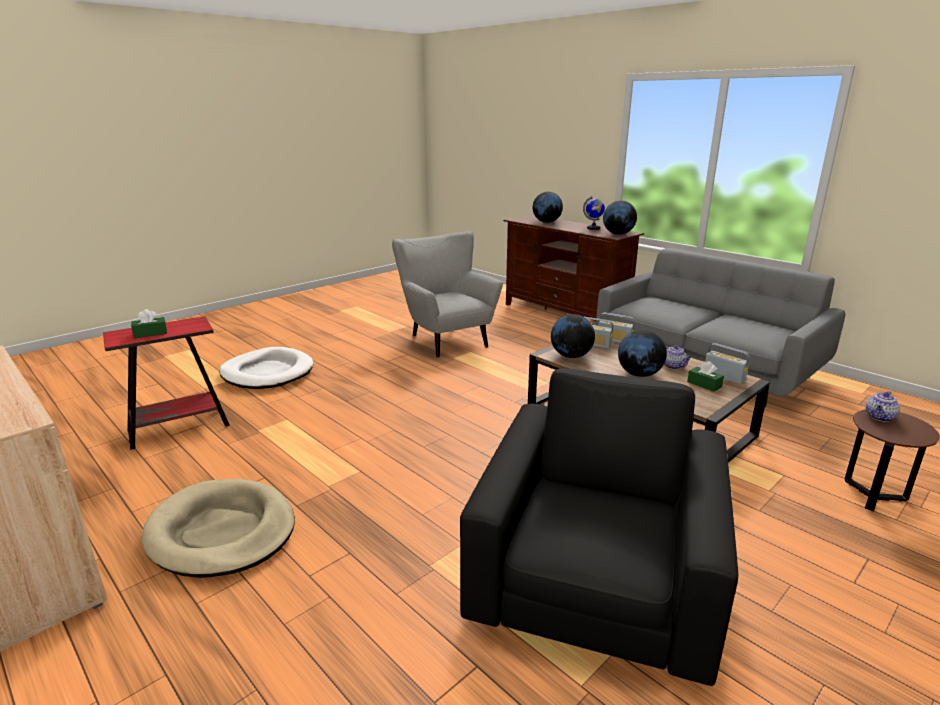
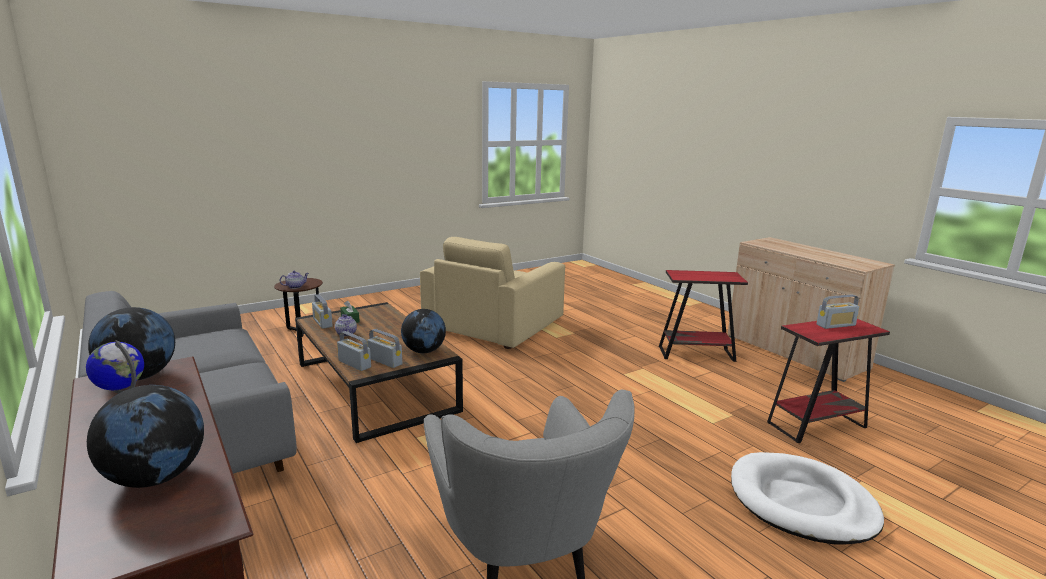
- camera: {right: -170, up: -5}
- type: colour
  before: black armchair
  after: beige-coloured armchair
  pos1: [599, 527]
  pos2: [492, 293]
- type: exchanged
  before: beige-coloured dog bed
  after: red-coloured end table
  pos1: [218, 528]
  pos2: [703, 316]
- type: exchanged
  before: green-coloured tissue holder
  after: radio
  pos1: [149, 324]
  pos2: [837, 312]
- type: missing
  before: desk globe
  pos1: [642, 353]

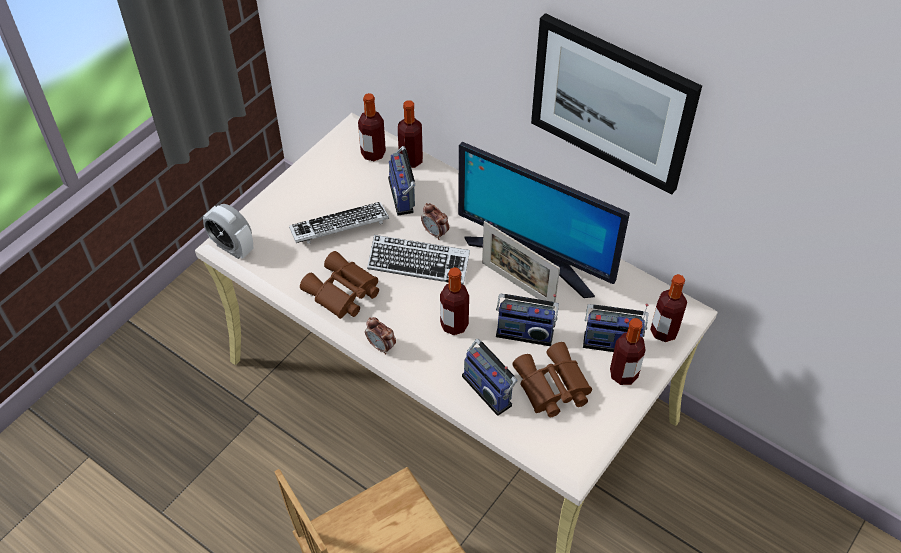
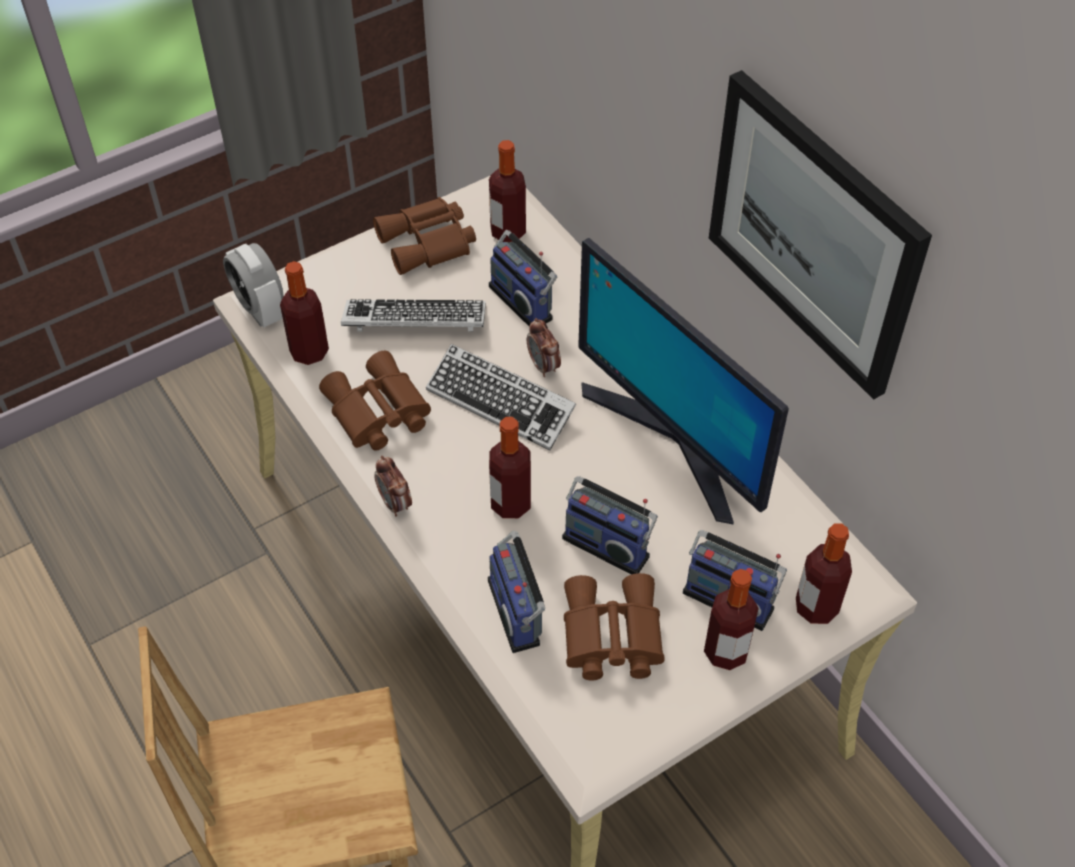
- camera: {right: 20, up: 0}
- type: relocated
  before: bottle
  pos1: [410, 134]
  pos2: [304, 313]
- type: appeared
  after: brown-coloured pair of binoculars
  pos2: [424, 236]
- type: spun
  before: radio
  pos1: [401, 181]
  pos2: [523, 278]
  turn: -45
- type: missing
  before: photo frame
  pos1: [521, 265]

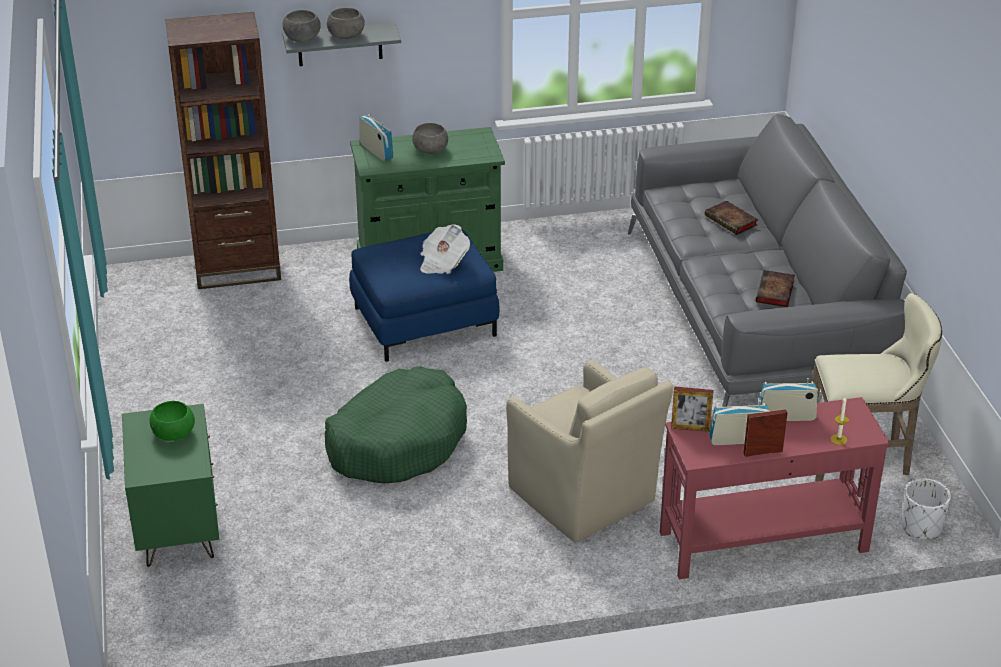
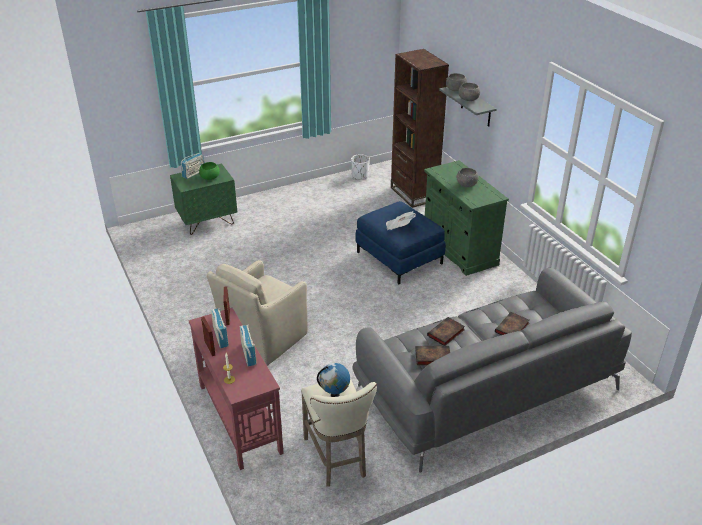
- camera: {right: 75, up: 0}
- type: relocated
  before: radio
  pos1: [376, 137]
  pos2: [192, 166]
- type: appeared
  after: desk globe
  pos2: [333, 380]
- type: relocated
  before: white plant pot
  pos1: [926, 508]
  pos2: [360, 166]
- type: appeared
  after: volume
  pos2: [446, 331]
- type: missing
  before: green-coloured dog bed
  pos1: [396, 424]

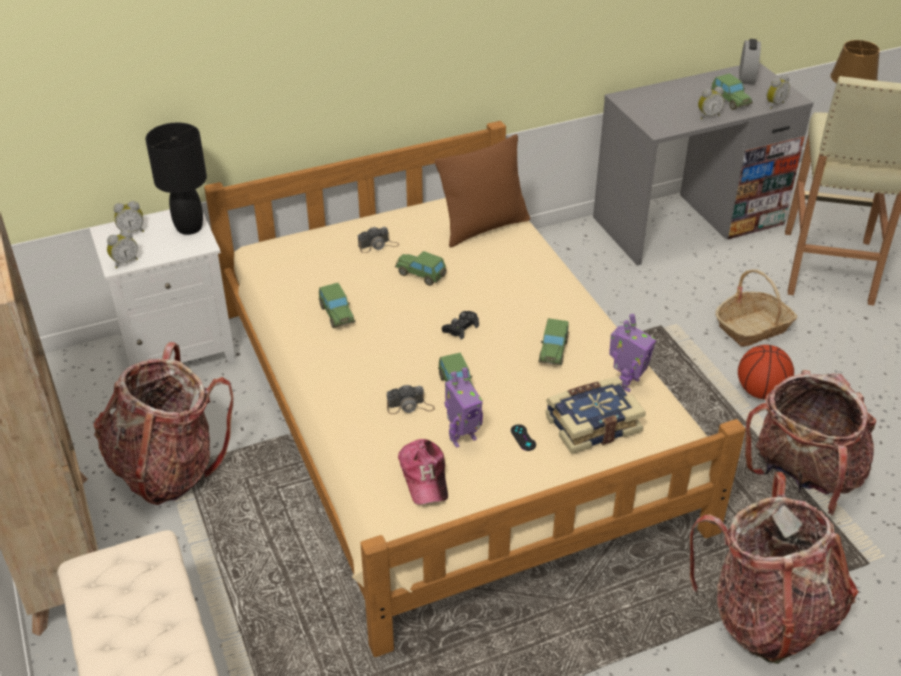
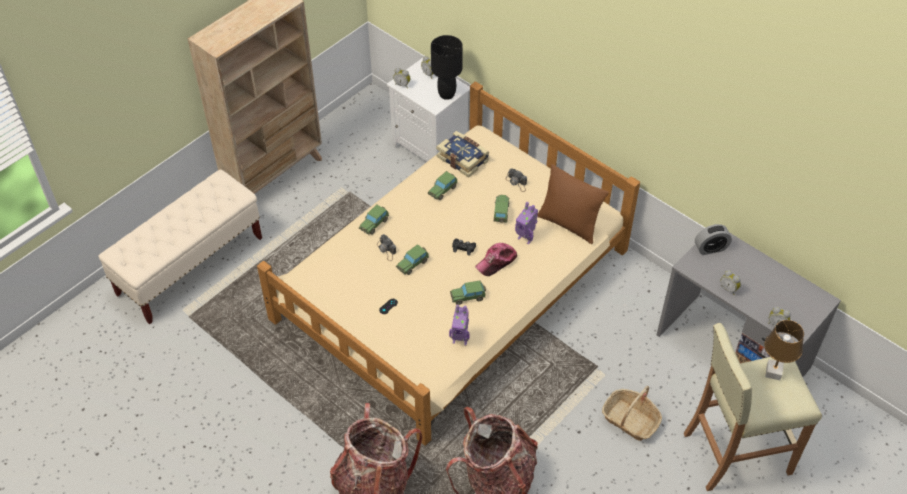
- camera: {right: 65, up: 10}
- type: relocated
  before: miniature car
  pos1: [732, 91]
  pos2: [374, 219]
- type: relocated
  before: volume
  pos1: [595, 415]
  pos2: [462, 154]
- type: relocated
  before: baseball cap
  pos1: [423, 472]
  pos2: [496, 259]
- type: relocated
  before: robot figure
  pos1: [463, 407]
  pos2: [526, 223]
- type: relocated
  before: alarm clock
  pos1: [750, 62]
  pos2: [713, 239]
- type: missing
  before: rucksack
  pos1: [163, 423]
- type: missing
  before: basketball
  pos1: [766, 372]

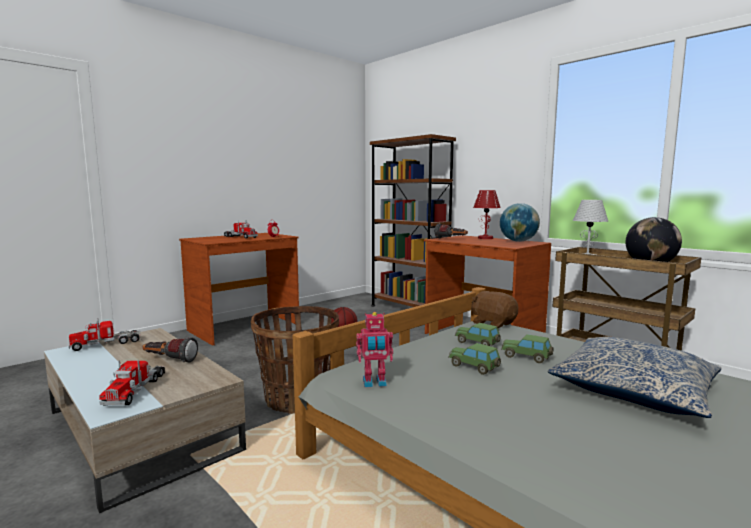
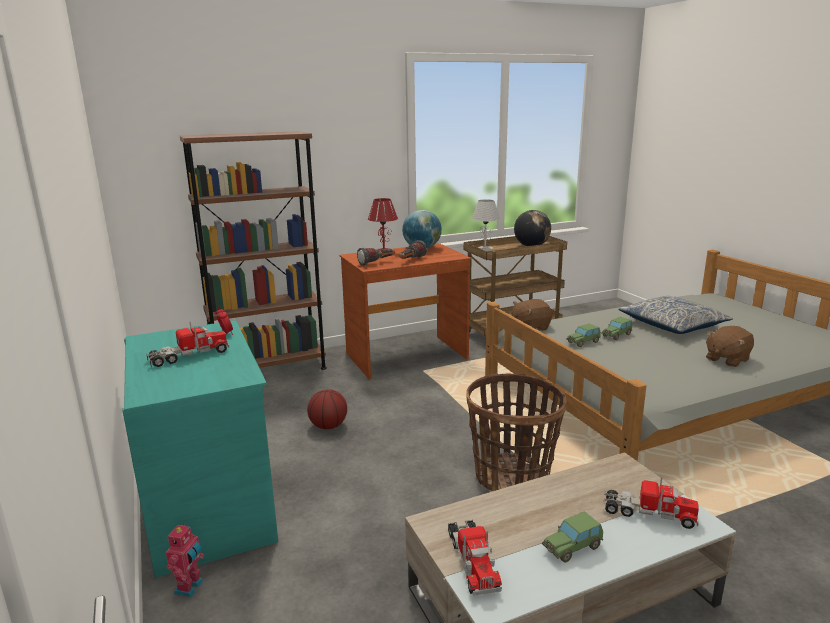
- camera: {right: -70, up: 10}
- type: colour
  before: brown-coloured desk
  after: turquoise desk
  pos1: [239, 289]
  pos2: [200, 449]
- type: relocated
  before: robot figure
  pos1: [374, 349]
  pos2: [185, 560]
- type: relocated
  before: torch
  pos1: [170, 350]
  pos2: [413, 249]
- type: relocated
  before: miniature car
  pos1: [474, 359]
  pos2: [572, 537]
- type: appeared
  after: brown-coloured cuddly toy
  pos2: [730, 346]

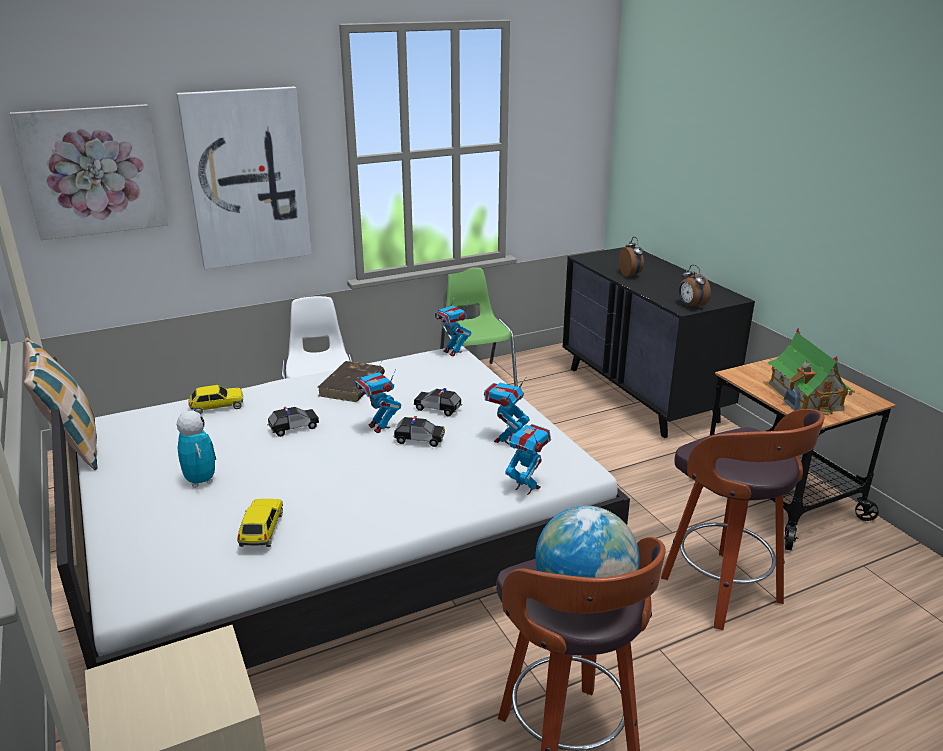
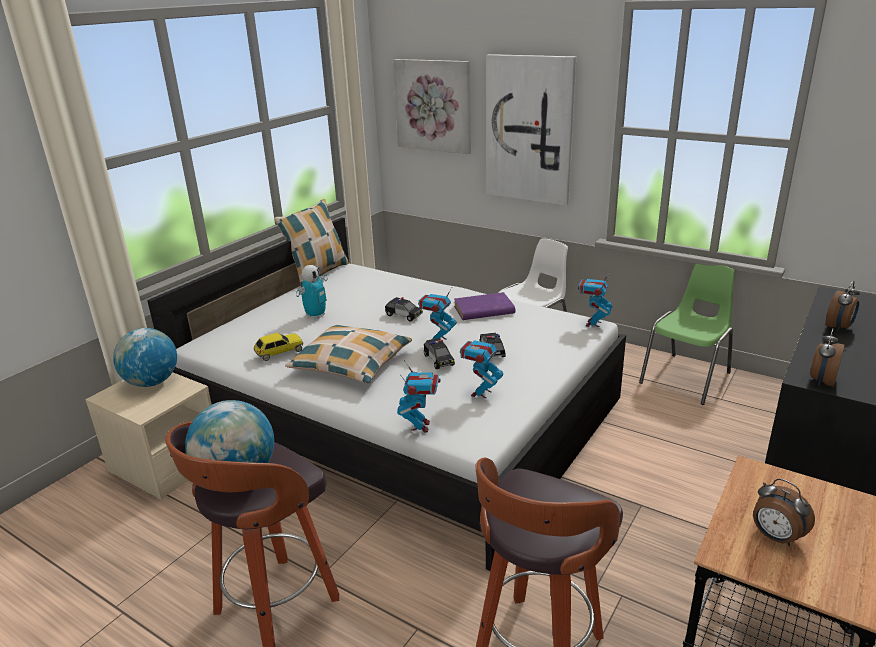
- camera: {right: 60, up: 0}
- type: appeared
  after: desk globe
  pos2: [145, 357]
- type: appeared
  after: pillow
  pos2: [348, 354]
- type: colour
  before: brown-coloured volume
  after: purple volume
  pos1: [351, 381]
  pos2: [484, 306]
- type: spun
  before: robot figure
  pos1: [506, 411]
  pos2: [481, 366]
  turn: -60
- type: exchanged
  before: toy house
  after: alarm clock
  pos1: [811, 371]
  pos2: [784, 512]
- type: missing
  before: miniature car
  pos1: [216, 399]

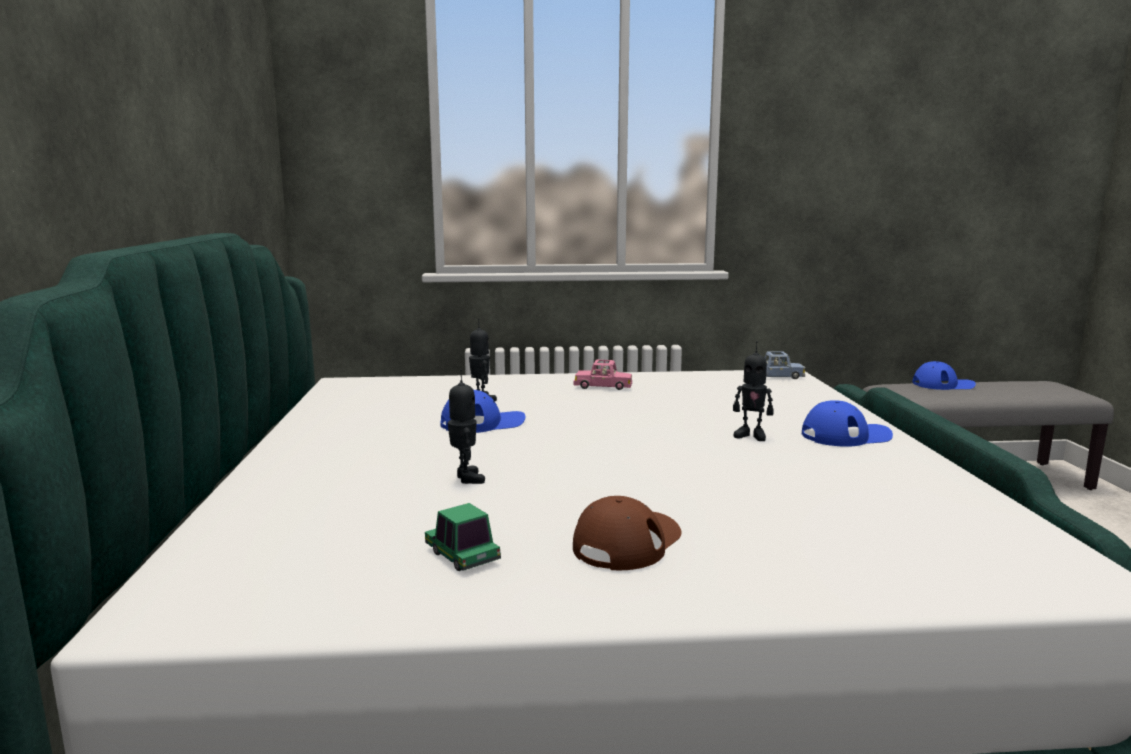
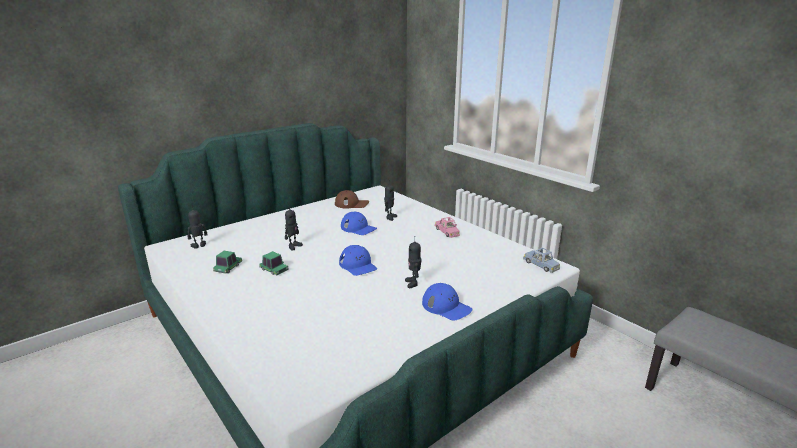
- camera: {right: 55, up: 10}
- type: appeared
  after: robot figure
  pos2: [198, 227]
- type: appeared
  after: miniature car
  pos2: [274, 263]
- type: relocated
  before: brown-coloured baseball cap
  pos1: [627, 533]
  pos2: [352, 199]
- type: relocated
  before: bluish baseball cap
  pos1: [944, 375]
  pos2: [358, 260]

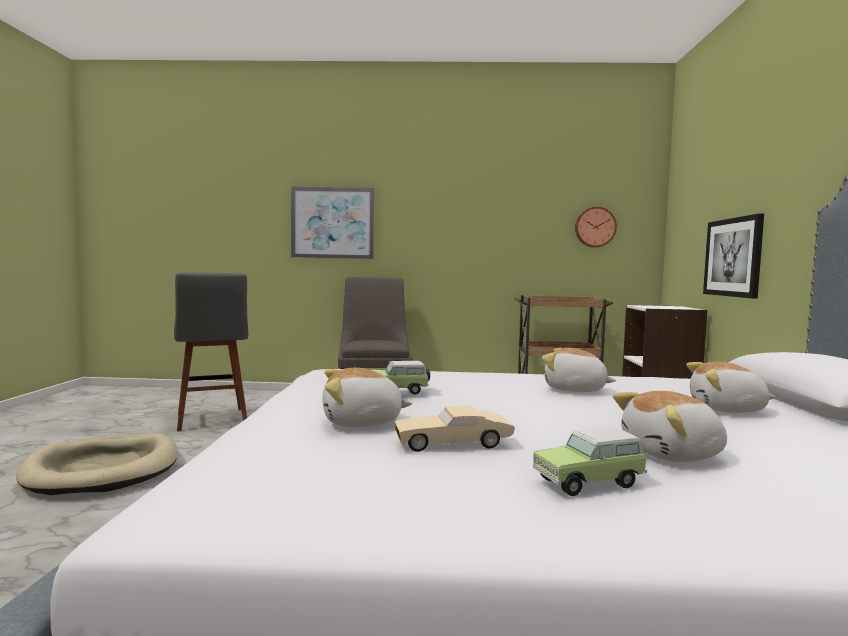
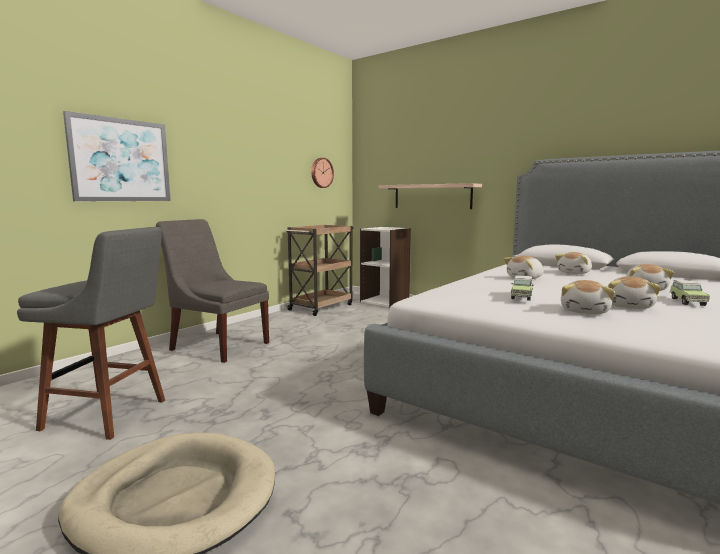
- camera: {right: -55, up: 5}
- type: exchanged
  before: picture
  after: bracket shelf
  pos1: [733, 256]
  pos2: [430, 196]
- type: exchanged
  before: beige-coloured miniature car
  after: cuddly toy
  pos1: [454, 429]
  pos2: [634, 293]

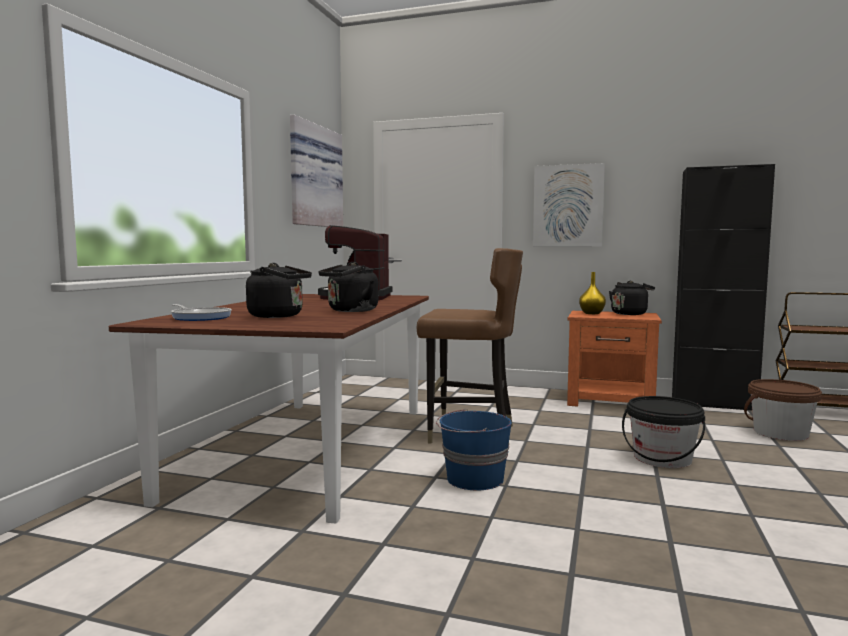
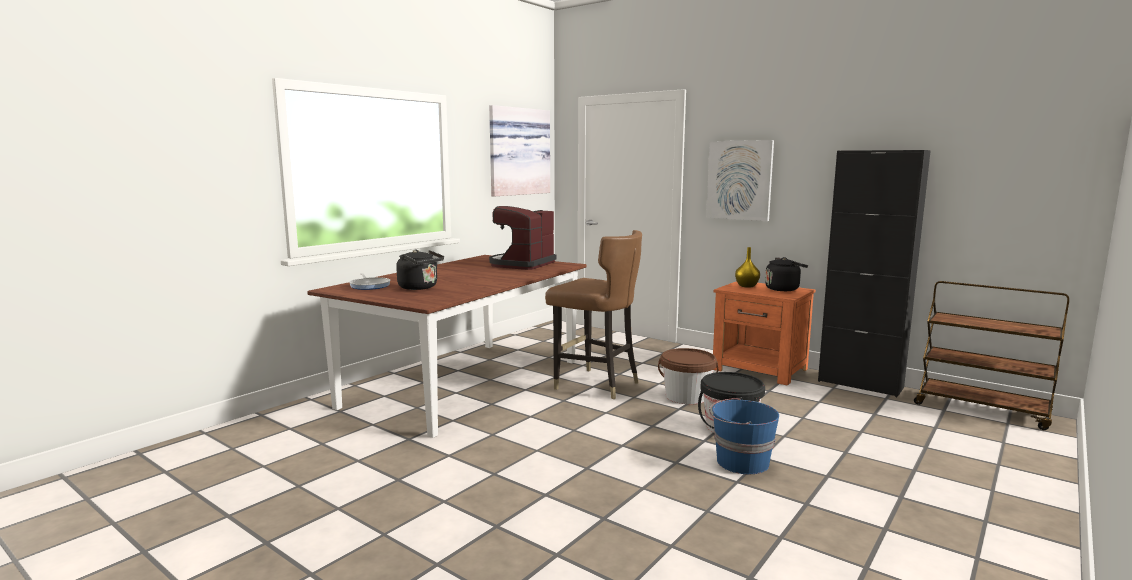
- camera: {right: 20, up: 5}
- type: relocated
  before: brown-coloured pail
  pos1: [783, 410]
  pos2: [688, 376]
- type: relocated
  before: bluish pail
  pos1: [474, 450]
  pos2: [744, 436]
- type: missing
  before: black water kettle
  pos1: [348, 287]

